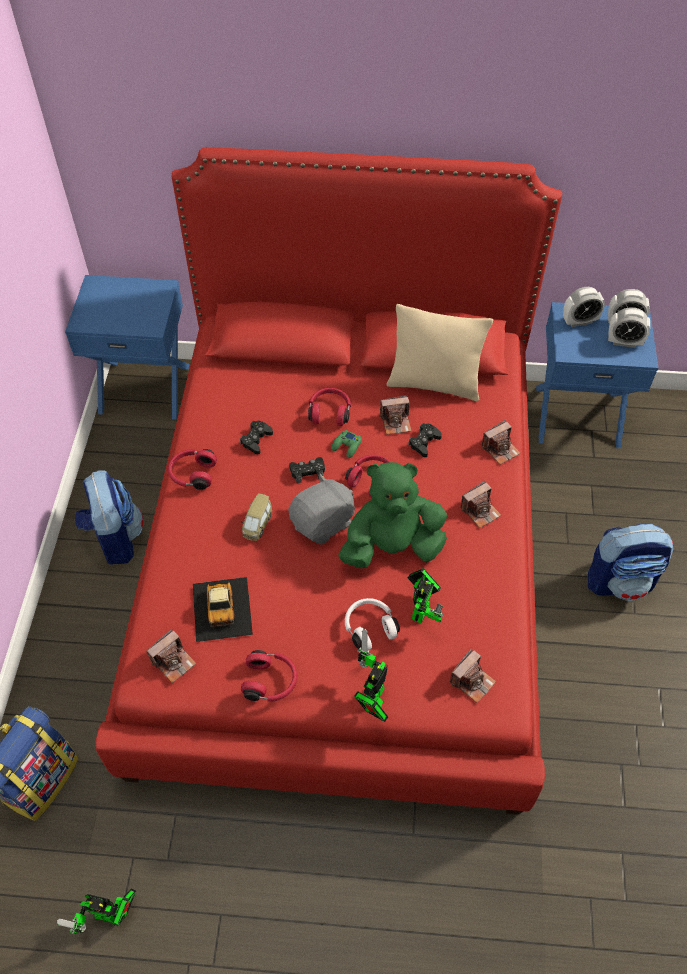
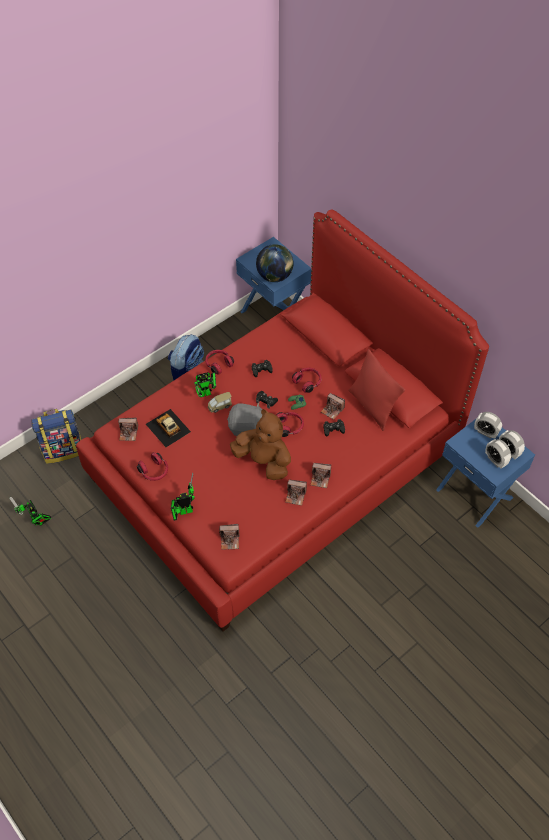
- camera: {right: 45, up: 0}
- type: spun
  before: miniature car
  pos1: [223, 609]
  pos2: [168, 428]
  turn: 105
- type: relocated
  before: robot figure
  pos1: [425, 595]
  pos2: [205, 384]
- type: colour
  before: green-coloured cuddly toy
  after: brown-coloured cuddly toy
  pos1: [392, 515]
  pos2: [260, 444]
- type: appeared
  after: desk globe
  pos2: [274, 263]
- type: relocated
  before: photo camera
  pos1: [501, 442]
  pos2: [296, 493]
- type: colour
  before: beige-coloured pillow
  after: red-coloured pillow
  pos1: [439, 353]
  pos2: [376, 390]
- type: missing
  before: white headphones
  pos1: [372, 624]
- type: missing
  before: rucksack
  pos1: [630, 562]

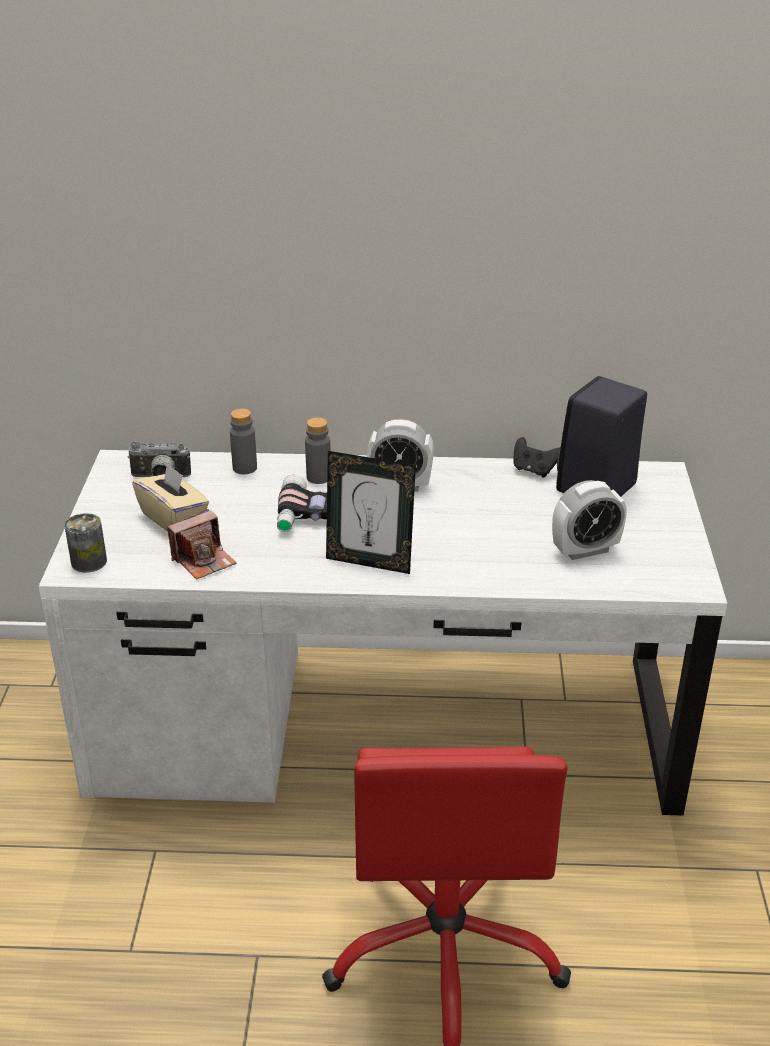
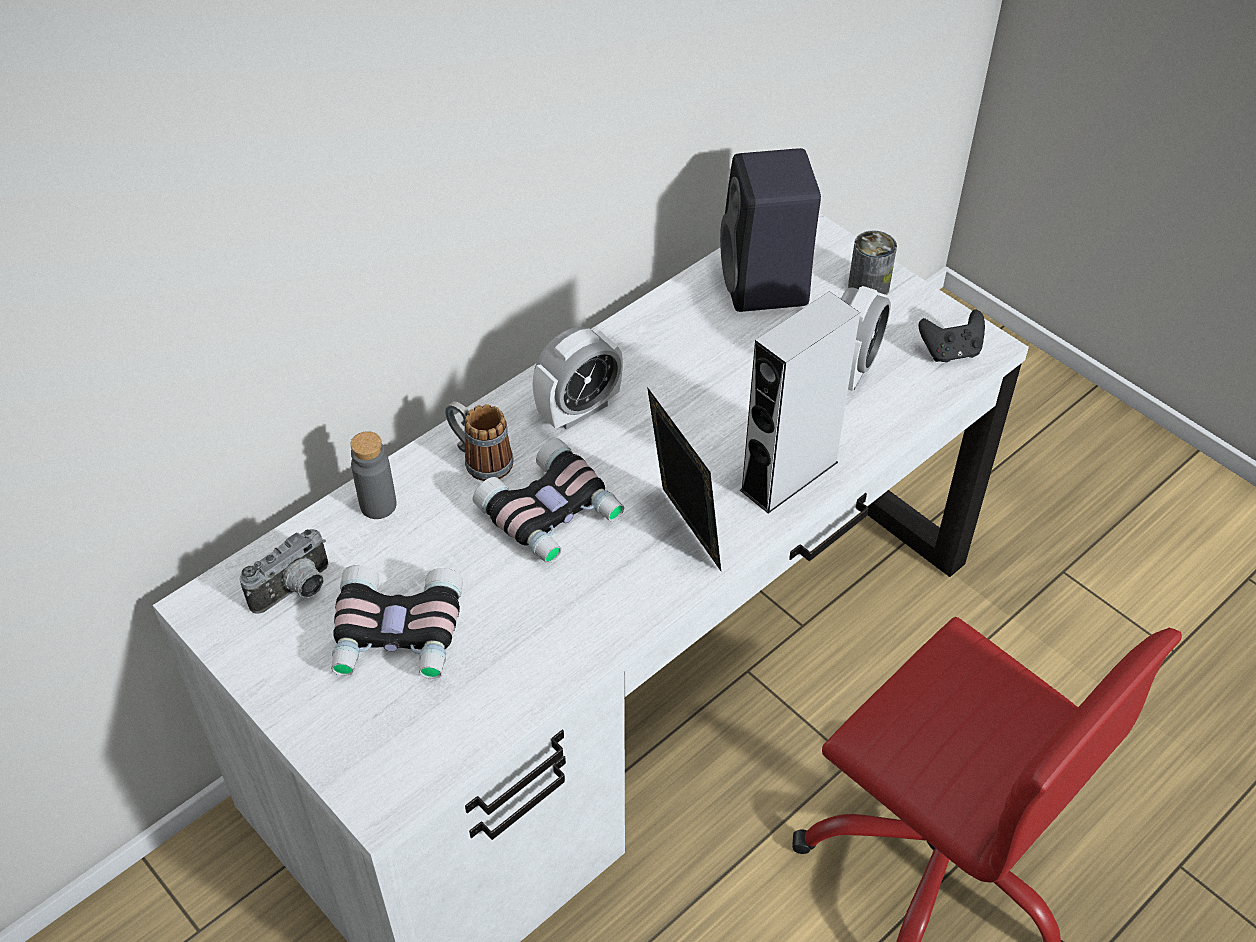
- camera: {right: -45, up: 15}
- type: exchanged
  before: beige-coloured tissue holder
  after: pair of binoculars
  pos1: [170, 497]
  pos2: [397, 622]
- type: exchanged
  before: grey bottle
  after: mug
  pos1: [318, 450]
  pos2: [479, 441]
- type: spun
  before: photo frame
  pos1: [371, 512]
  pos2: [684, 479]
  turn: -90
- type: appeared
  after: grey speaker
  pos2: [800, 402]
- type: relocated
  before: can
  pos1: [85, 542]
  pos2: [872, 262]
- type: relocated
  before: black joypad
  pos1: [536, 457]
  pos2: [951, 335]
- type: missing
  before: photo camera
  pos1: [201, 544]

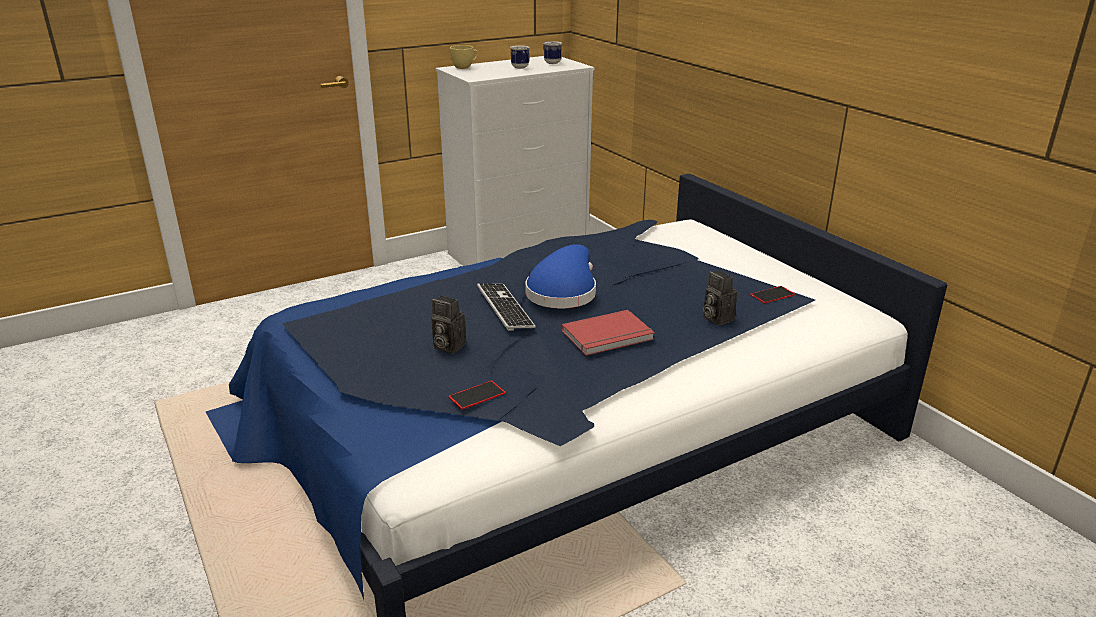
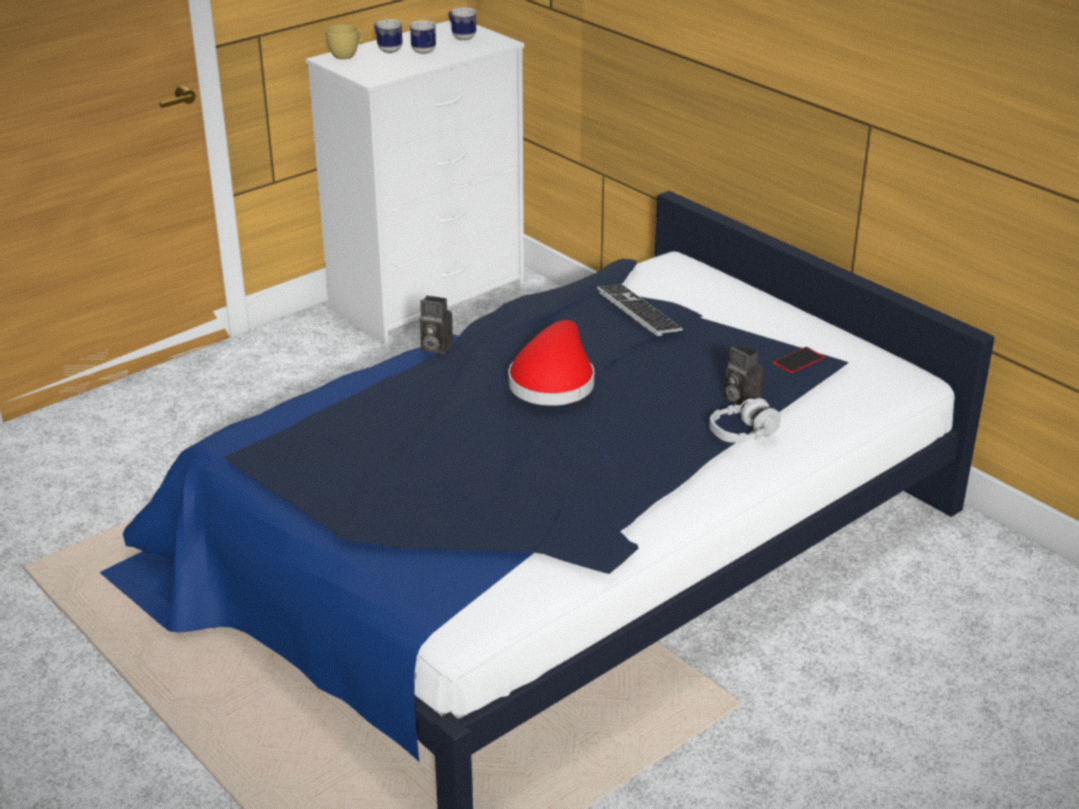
- camera: {right: -10, up: 5}
- type: appeared
  after: mug
  pos2: [388, 36]
- type: relocated
  before: photo camera
  pos1: [448, 325]
  pos2: [436, 324]
- type: colour
  before: bluish wearable hat
  after: red-coloured wearable hat
  pos1: [560, 276]
  pos2: [551, 363]
- type: relocated
  before: keyboard
  pos1: [506, 307]
  pos2: [640, 310]
- type: appeared
  after: grey headphones
  pos2: [745, 420]
- type: missing
  before: telephone
  pos1: [477, 395]
- type: missing
  before: red-coloured volume
  pos1: [608, 333]

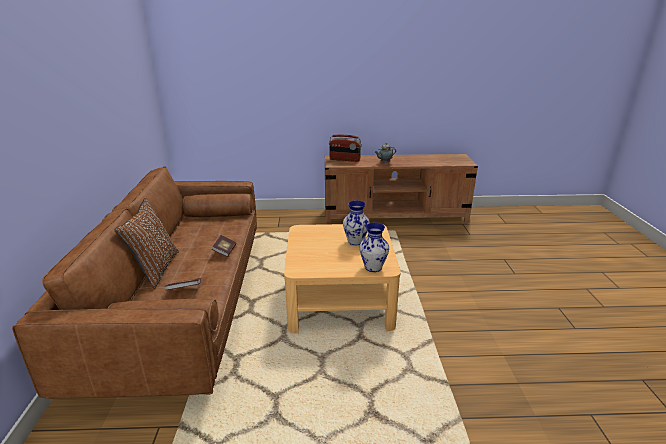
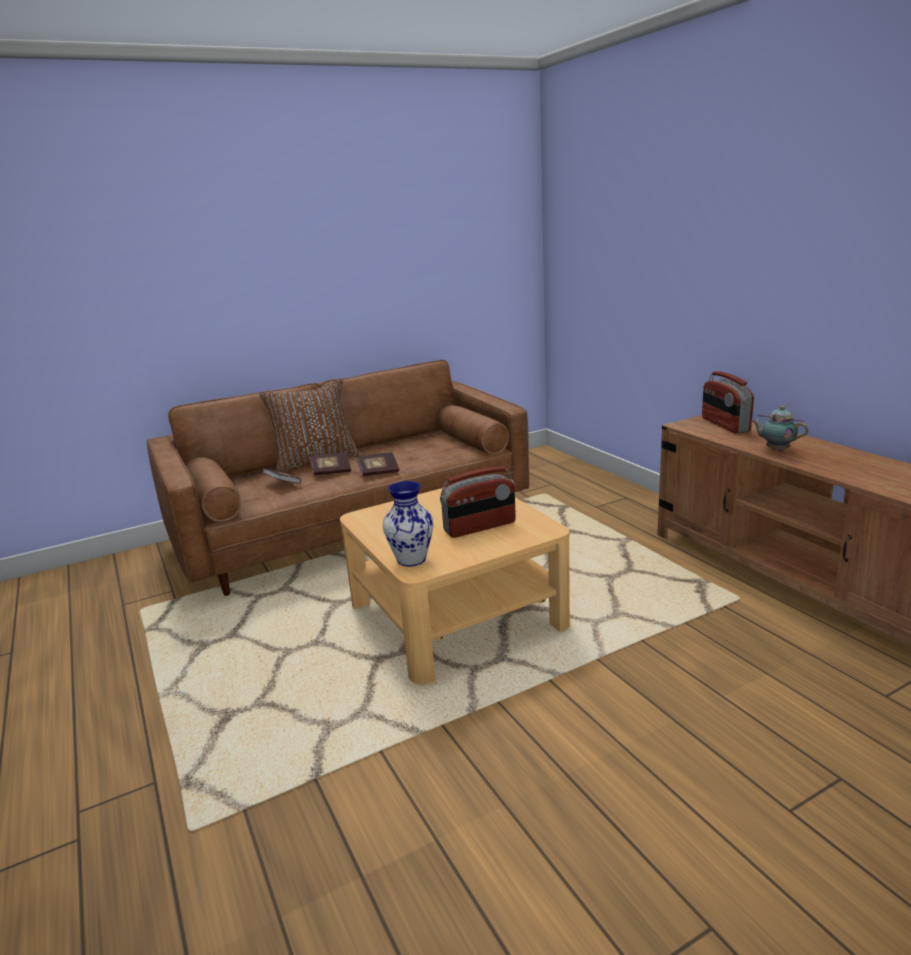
- camera: {right: 65, up: -5}
- type: appeared
  after: volume
  pos2: [330, 464]
- type: exchanged
  before: vase
  after: radio
  pos1: [356, 222]
  pos2: [478, 502]

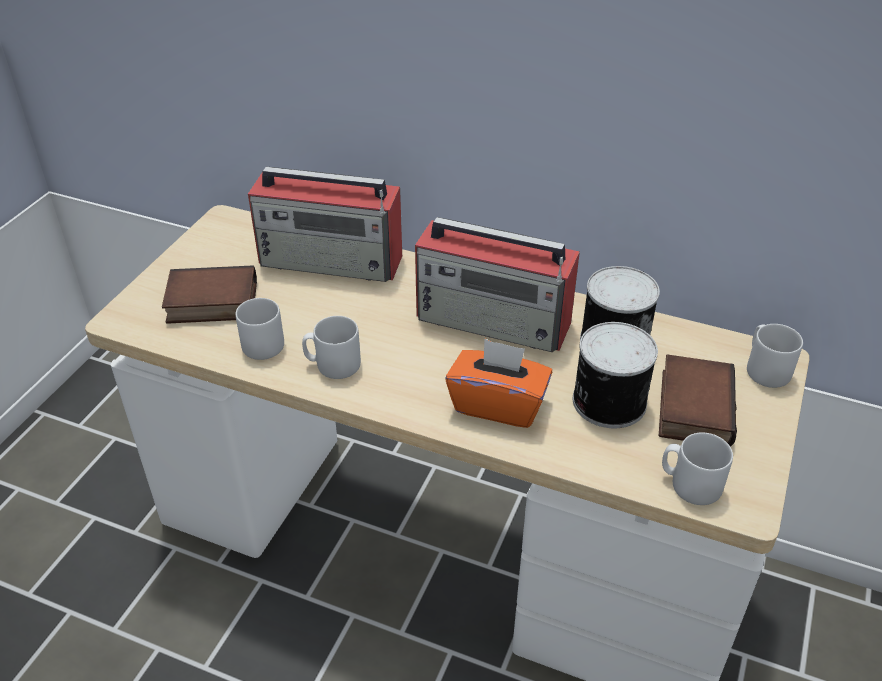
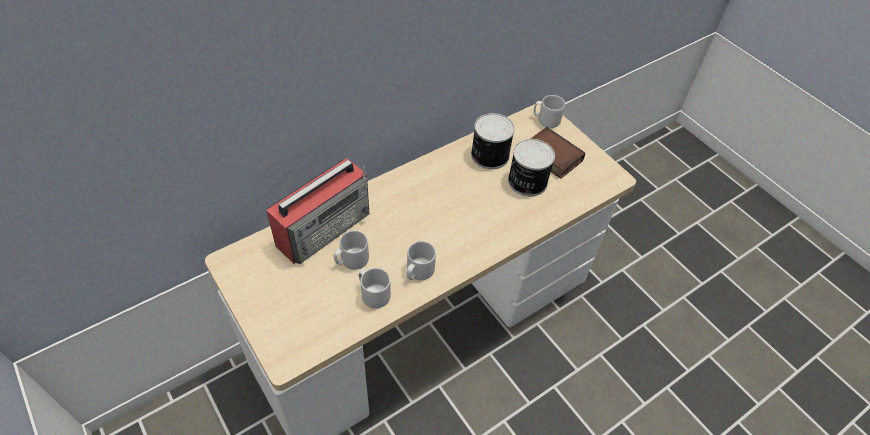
- camera: {right: -60, up: 10}
- type: relocated
  before: grey mug
  pos1: [697, 468]
  pos2: [351, 250]
- type: missing
  before: volume
  pos1: [209, 294]
- type: missing
  before: radio
  pos1: [497, 284]
- type: missing
  before: orange tissue holder
  pos1: [498, 383]

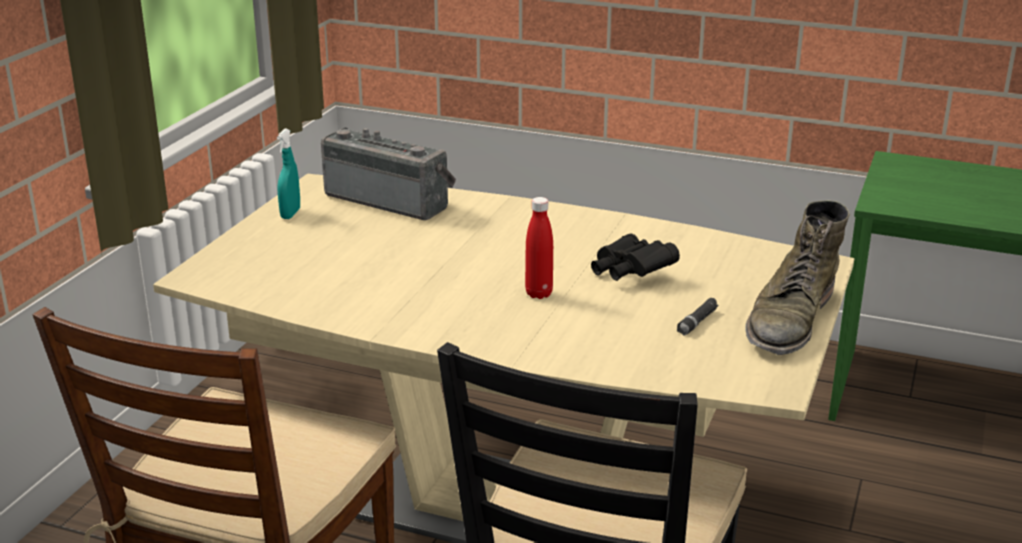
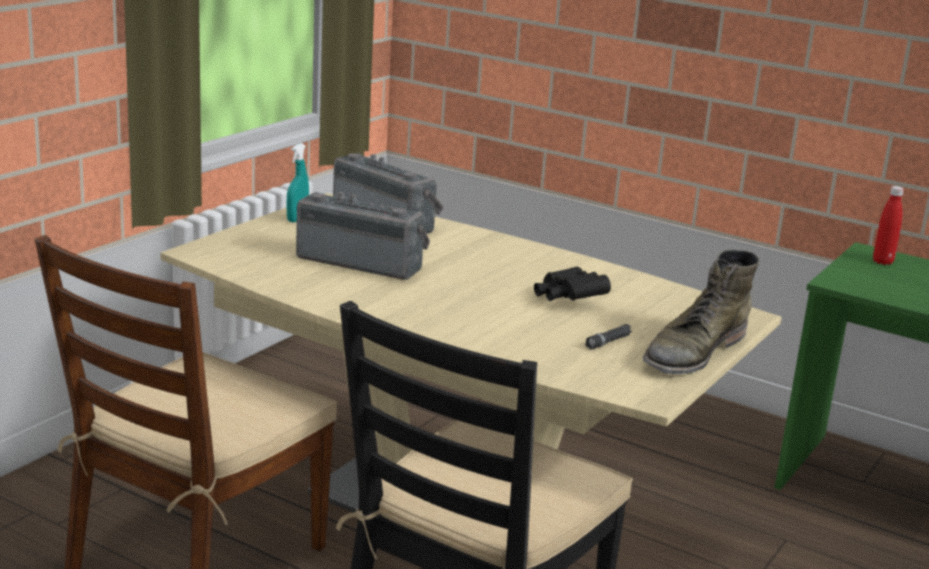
- camera: {right: 10, up: -5}
- type: appeared
  after: radio
  pos2: [363, 236]
- type: relocated
  before: red-coloured bottle
  pos1: [539, 248]
  pos2: [888, 225]

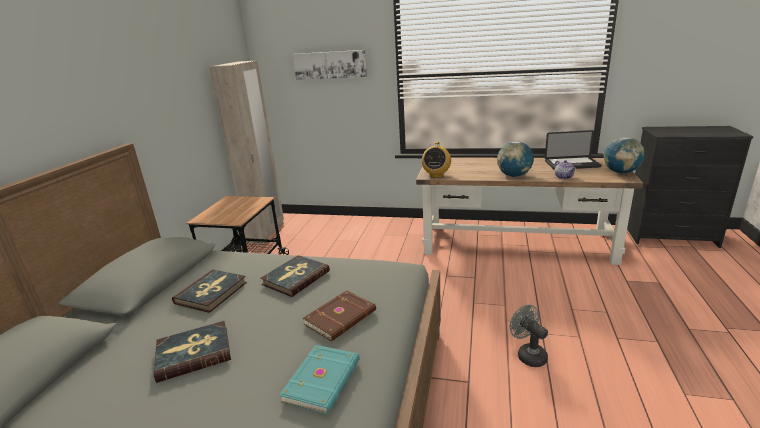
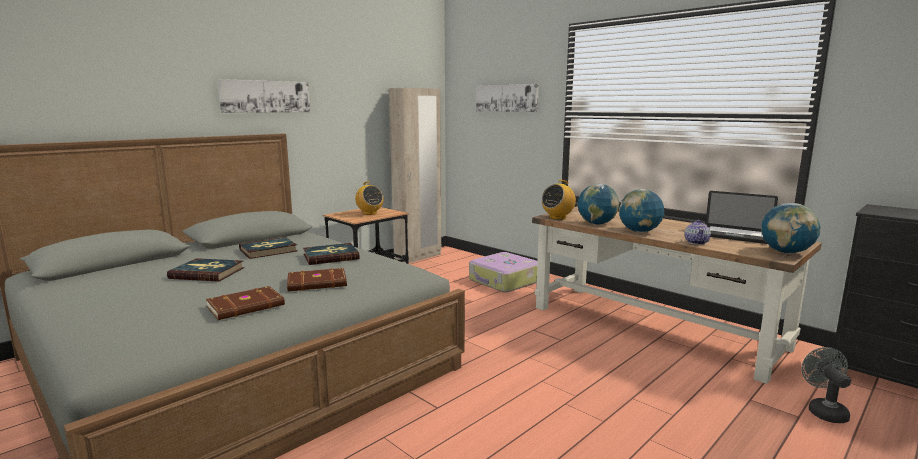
- camera: {right: 30, up: -10}
- type: colour
  before: turquoise volume
  after: brown-coloured volume
  pos1: [319, 380]
  pos2: [245, 303]
- type: appeared
  after: picture
  pos2: [263, 96]
- type: appeared
  after: radio
  pos2: [369, 198]
- type: appeared
  after: suitcase
  pos2: [503, 272]
- type: appeared
  after: desk globe
  pos2: [599, 204]
- type: relocated
  before: grey electric fan
  pos1: [529, 336]
  pos2: [826, 385]

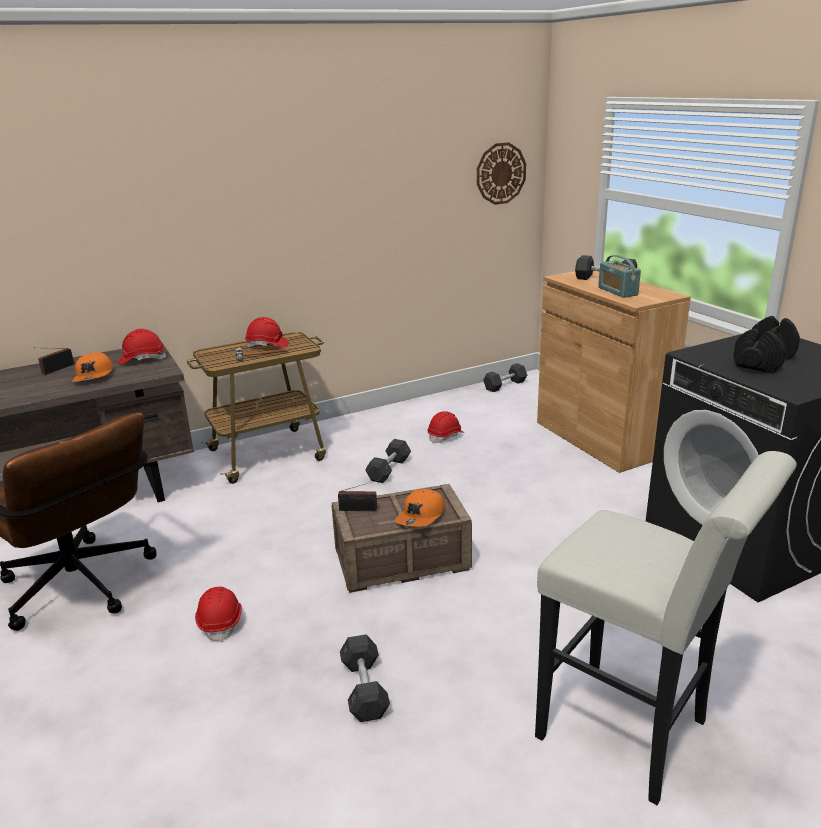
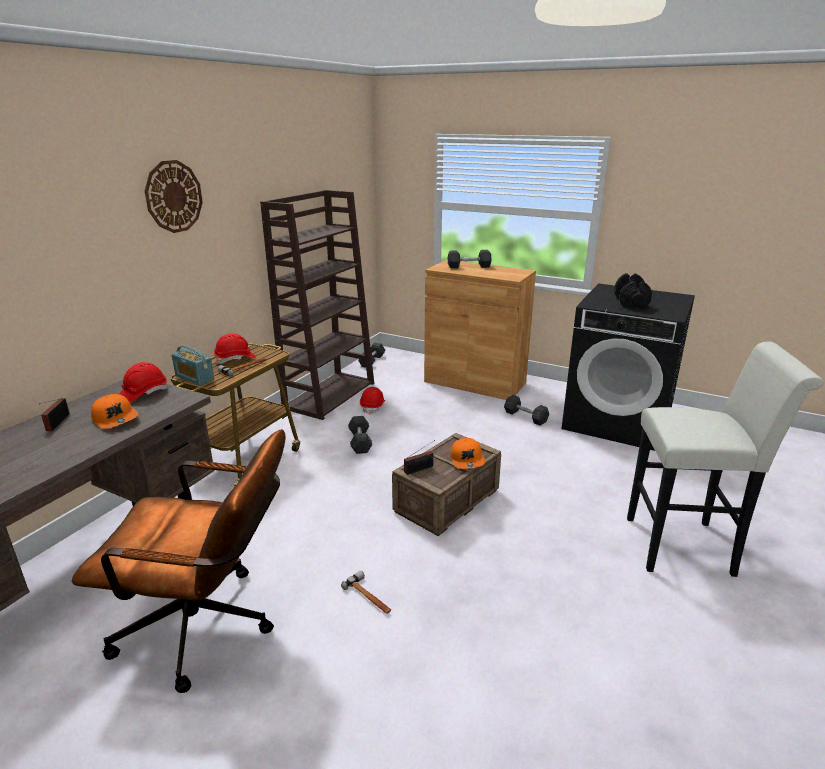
- camera: {right: -35, up: 0}
- type: relocated
  before: wall clock
  pos1: [501, 173]
  pos2: [174, 196]
- type: relocated
  before: radio
  pos1: [619, 276]
  pos2: [193, 365]
- type: appeared
  after: brown-coloured bookcase
  pos2: [317, 305]
- type: exchanged
  before: red-coloured work helmet
  after: hammer
  pos1: [218, 614]
  pos2: [366, 592]
- type: relocated
  before: grey free weight
  pos1: [365, 678]
  pos2: [526, 410]

